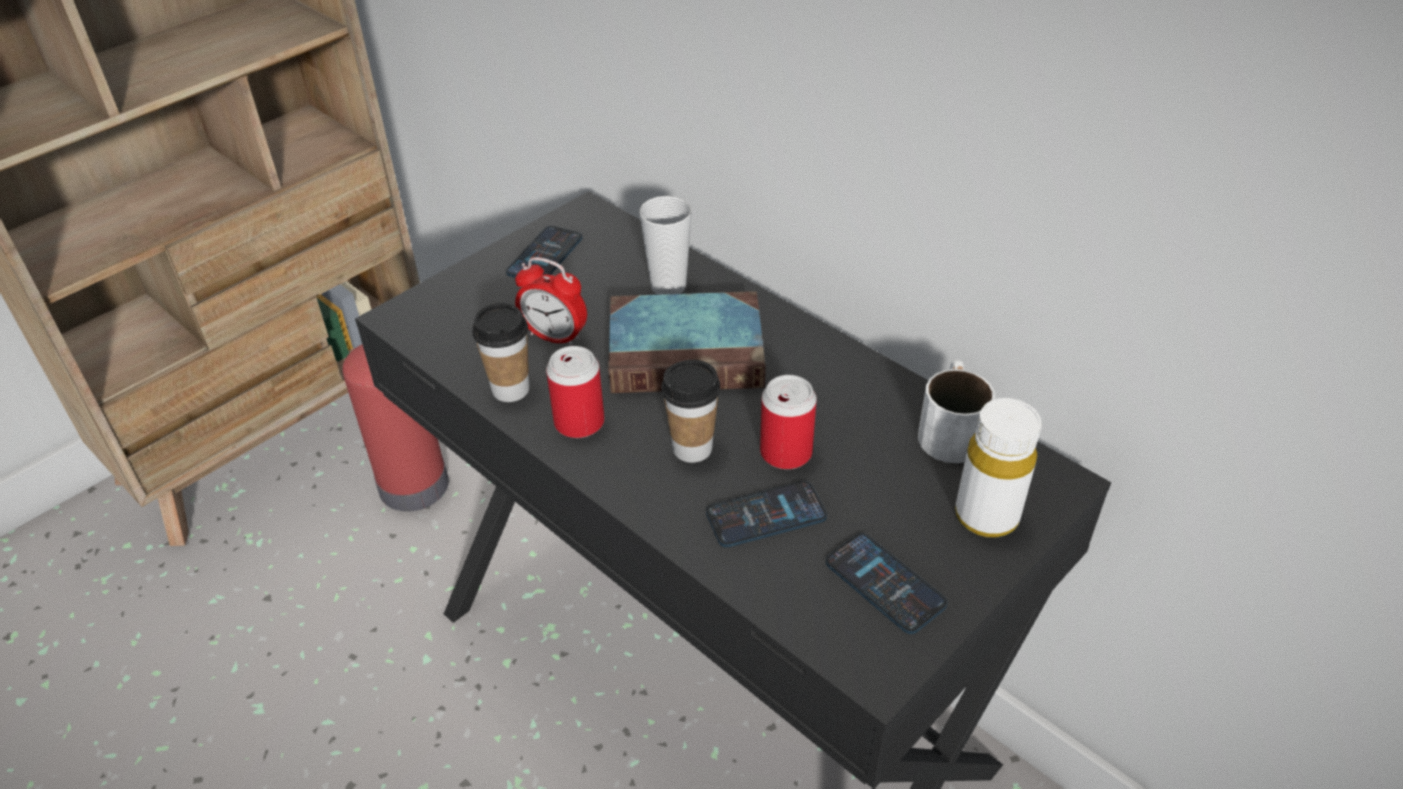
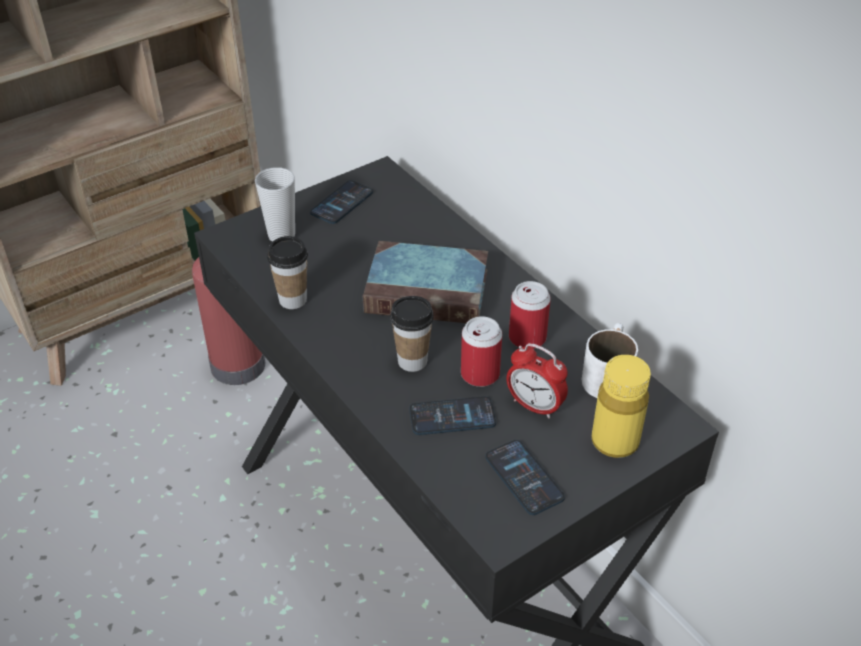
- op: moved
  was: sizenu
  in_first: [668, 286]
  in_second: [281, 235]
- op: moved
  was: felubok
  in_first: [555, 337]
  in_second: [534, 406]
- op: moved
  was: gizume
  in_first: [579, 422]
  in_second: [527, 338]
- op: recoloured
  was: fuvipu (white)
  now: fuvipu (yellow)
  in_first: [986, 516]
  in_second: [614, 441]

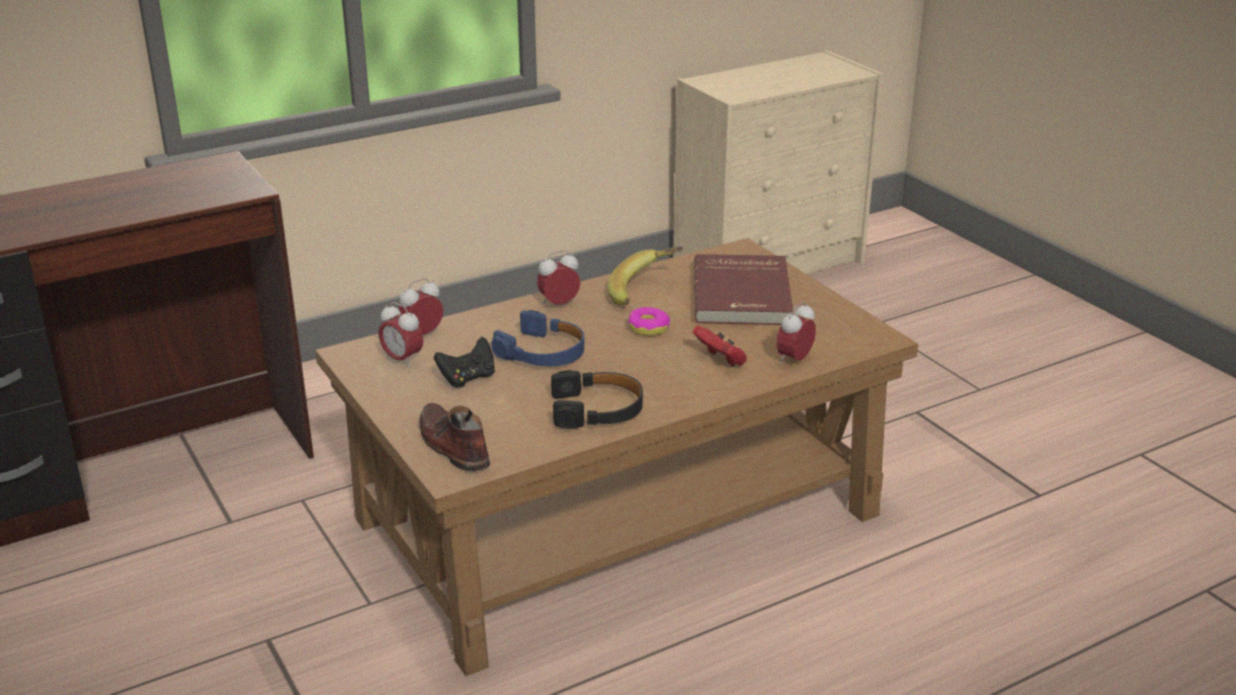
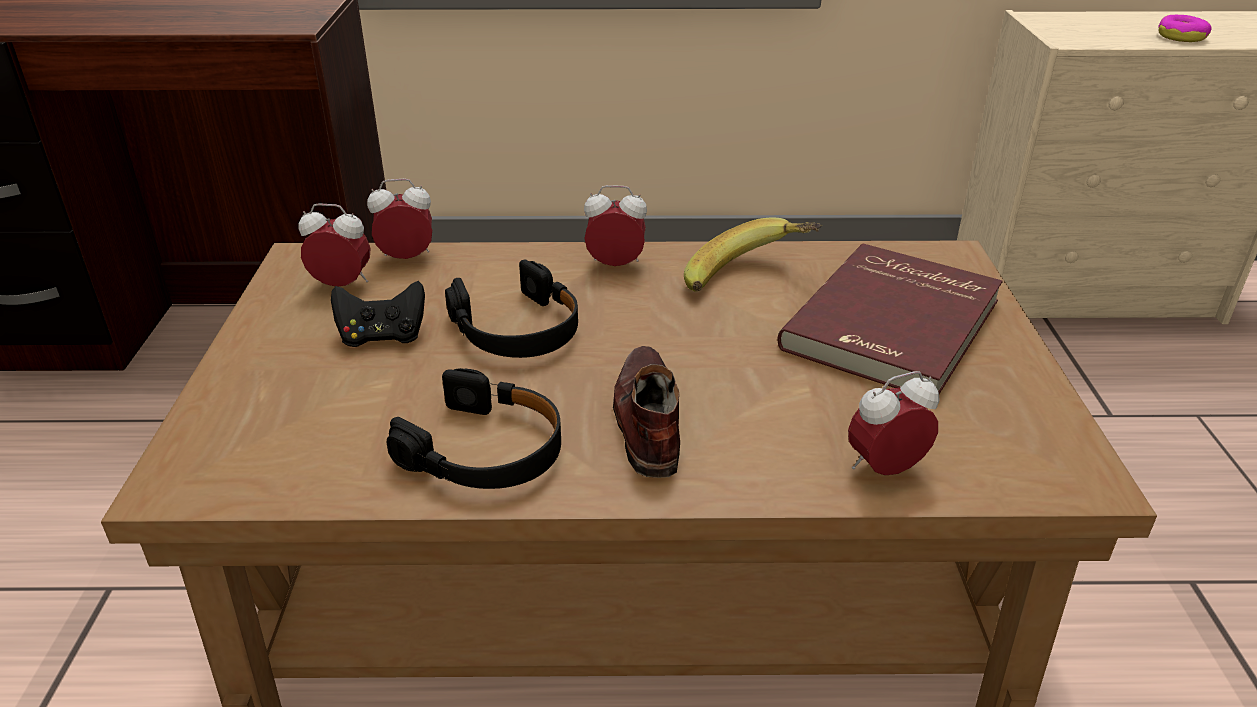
- op: turned
  was: felubok
  in_first: [402, 360]
  in_second: [342, 285]
  clockwise: 120
- op: moved
  was: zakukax
  in_first: [648, 328]
  in_second: [1181, 37]
- op: recoloured
  was: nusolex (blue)
  now: nusolex (black)
  in_first: [543, 352]
  in_second: [518, 329]
- op: removed
  was: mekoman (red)
  in_first: [721, 360]
- op: moved
  was: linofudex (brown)
  in_first: [452, 446]
  in_second: [647, 421]

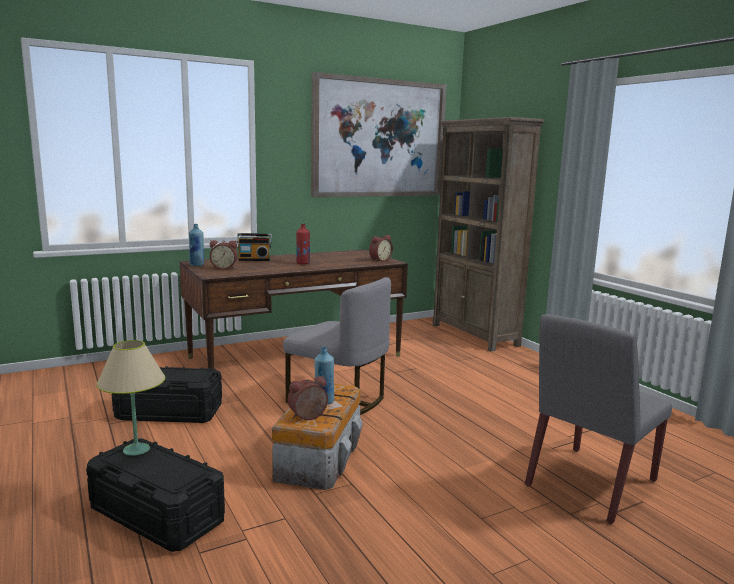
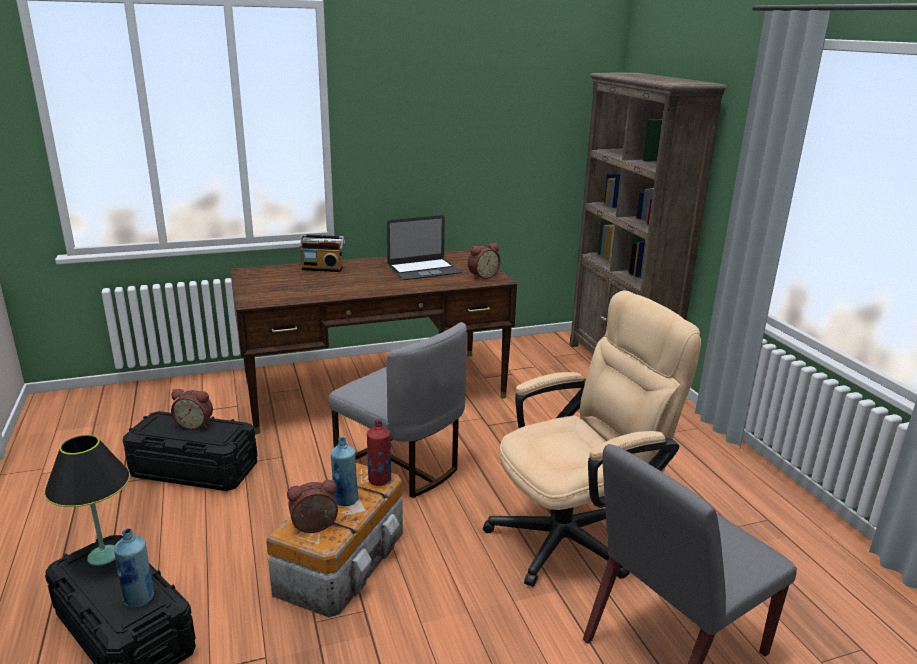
- op: removed
  was: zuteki
  in_first: [379, 138]
- op: moved
  was: fuvipu (blue)
  in_first: [197, 265]
  in_second: [139, 598]
- op: moved
  was: fuvipu (red)
  in_first: [303, 263]
  in_second: [379, 480]
- op: moved
  was: felubok
  in_first: [224, 268]
  in_second: [195, 424]
- op: recoloured
  was: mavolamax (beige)
  now: mavolamax (black)
  in_first: [136, 450]
  in_second: [103, 556]
- op: added
  now: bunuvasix
  in_second: [424, 269]
- op: added
  now: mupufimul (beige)
  in_second: [576, 535]

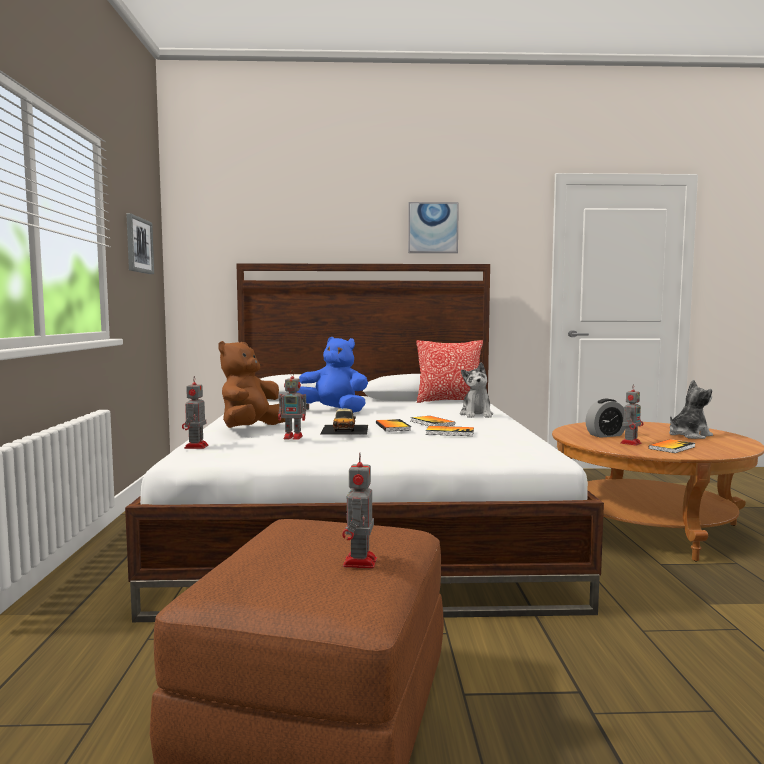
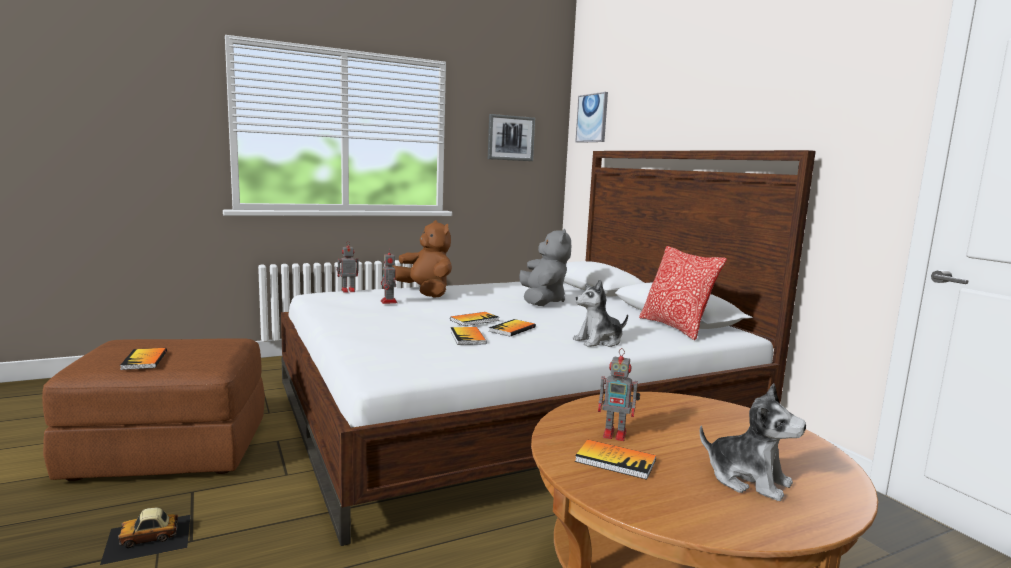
- op: moved
  was: zuteki
  in_first: [433, 228]
  in_second: [592, 118]
- op: recoloured
  was: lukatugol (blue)
  now: lukatugol (grey)
  in_first: [333, 411]
  in_second: [542, 301]
- op: turned
  was: lukatugol (brown)
  in_first: [251, 429]
  in_second: [425, 293]
  clockwise: 45
- op: removed
  was: felubok
  in_first: [605, 435]
- op: moved
  was: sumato
  in_first: [345, 429]
  in_second: [148, 538]
- op: replaced
  was: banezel
  now: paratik
  in_first: [359, 563]
  in_second: [144, 360]

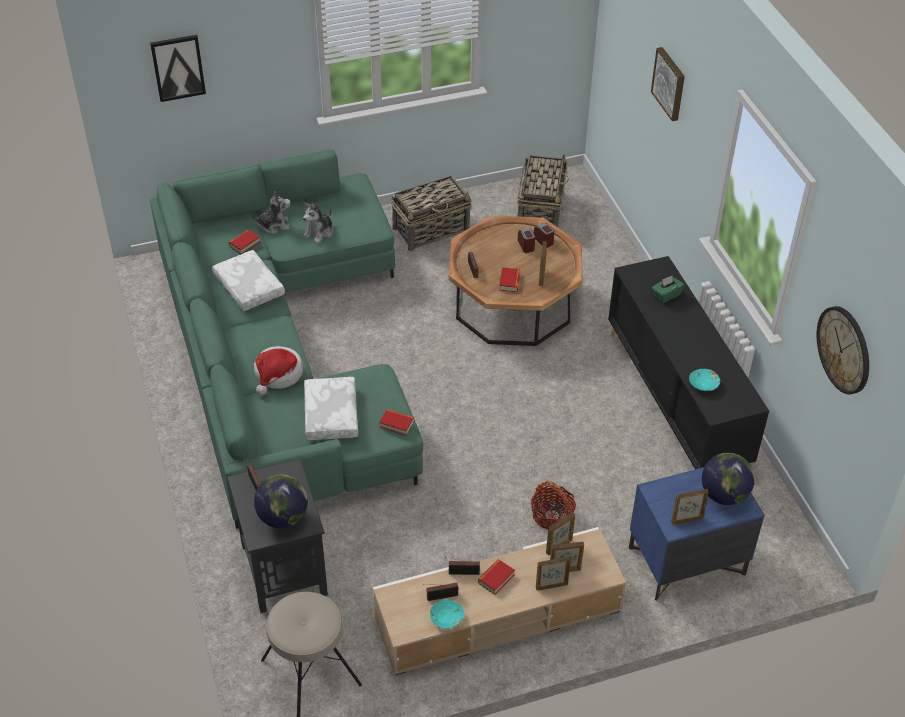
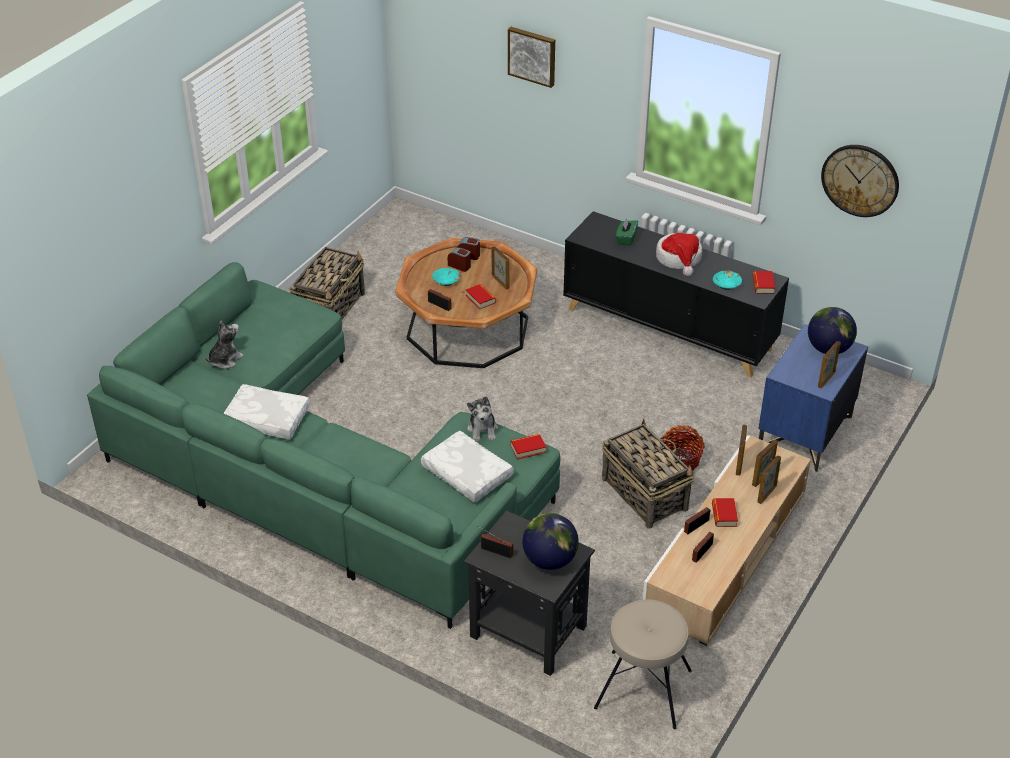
- op: removed
  was: zuteki
  in_first: [178, 67]
- op: moved
  was: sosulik
  in_first: [540, 210]
  in_second: [644, 493]
- op: moved
  was: lukatugol
  in_first: [319, 232]
  in_second: [482, 429]
- op: moved
  was: paratik
  in_first: [244, 244]
  in_second: [763, 285]
- op: moved
  was: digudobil
  in_first: [278, 374]
  in_second: [679, 259]
- op: moved
  was: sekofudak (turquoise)
  in_first: [446, 619]
  in_second: [446, 281]

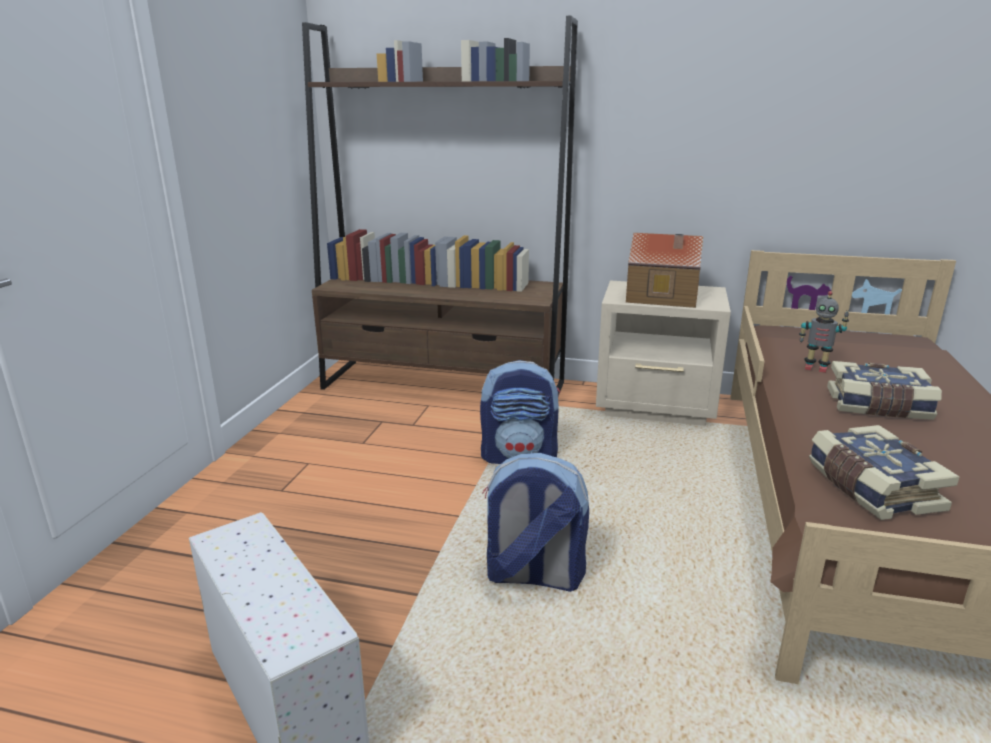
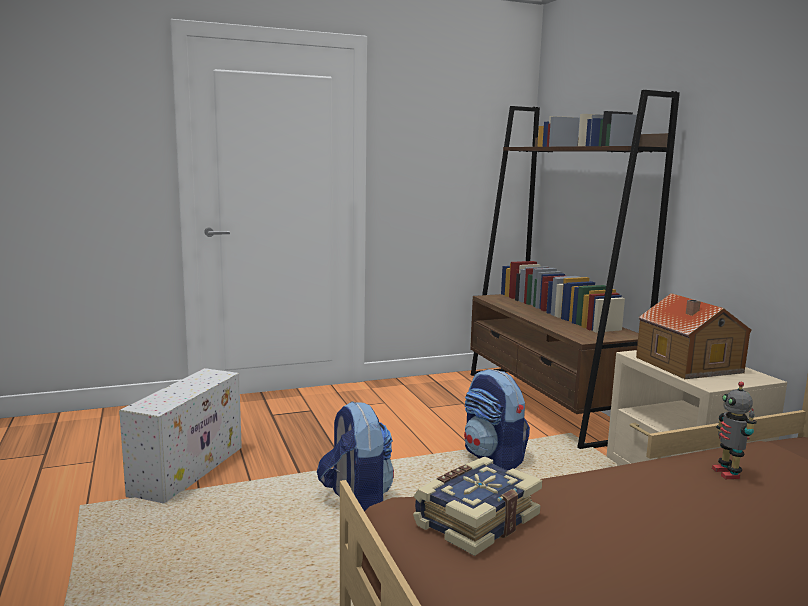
- op: removed
  was: paratik
  in_first: [878, 406]

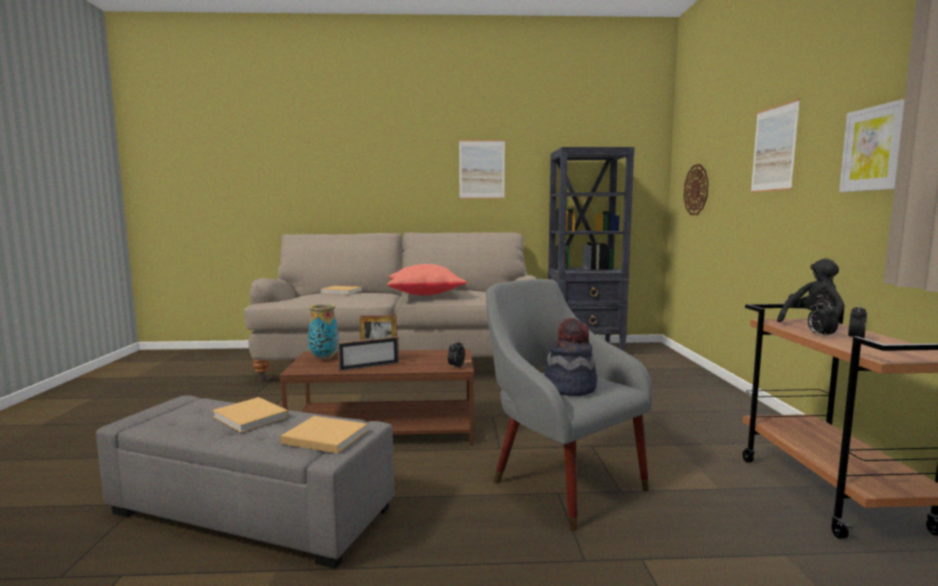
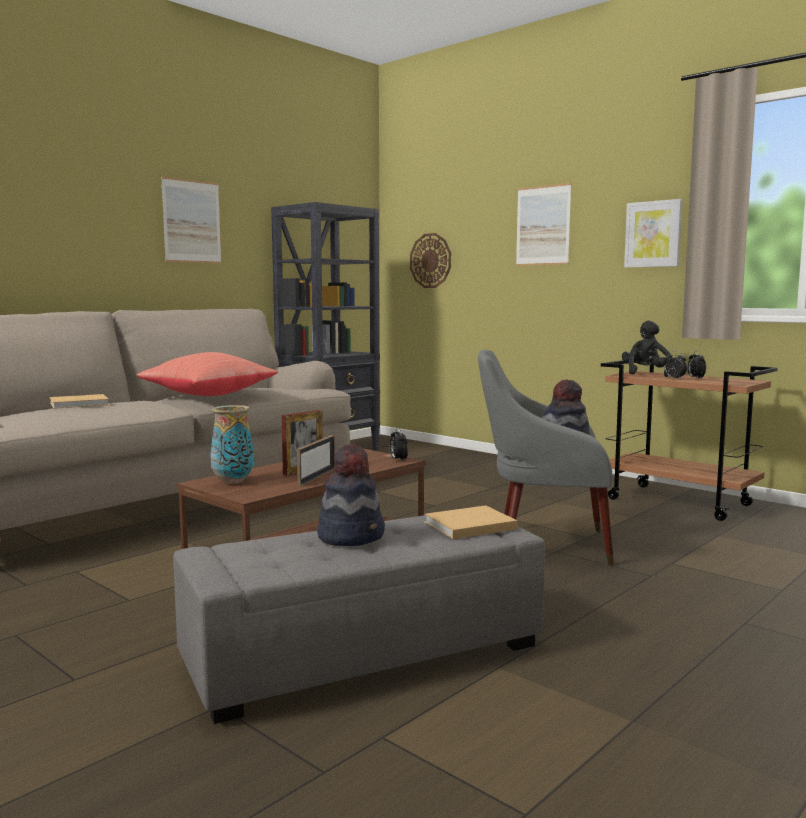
- op: replaced
  was: paratik (beige)
  now: digudobil
  in_first: [251, 417]
  in_second: [351, 536]

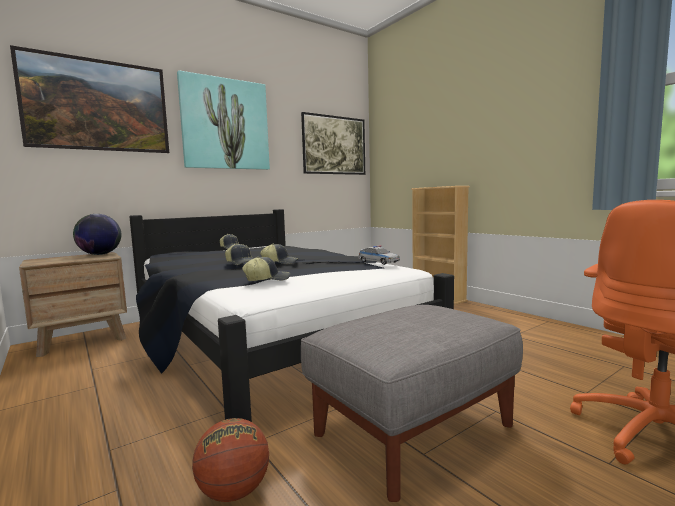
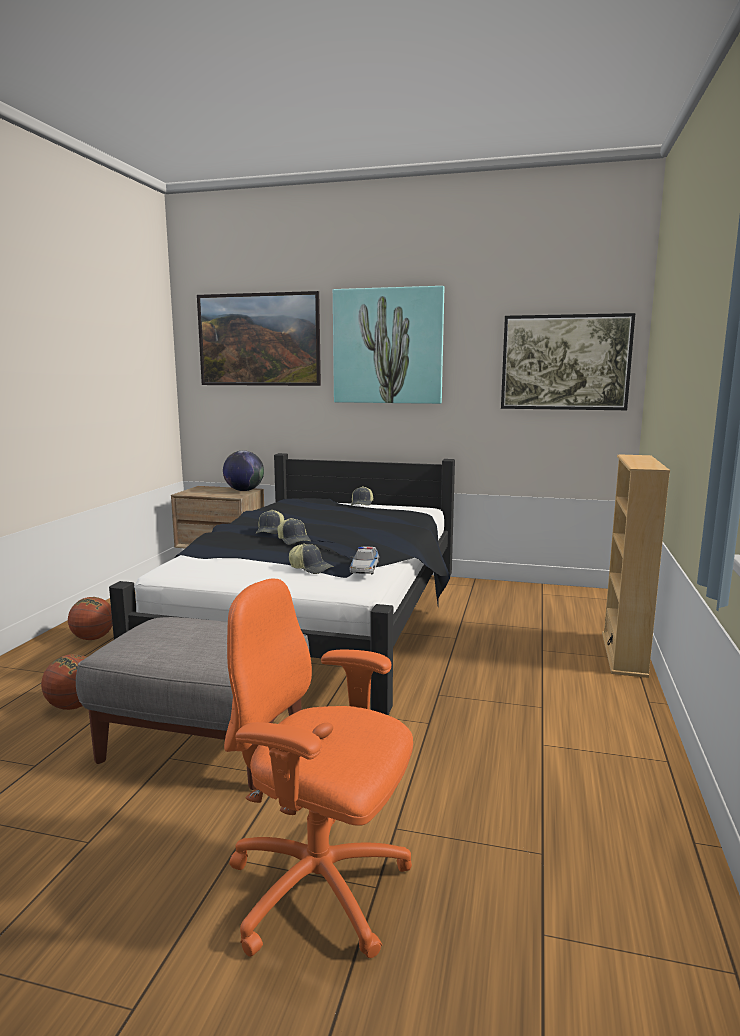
- op: moved
  was: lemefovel
  in_first: [267, 279]
  in_second: [311, 568]
- op: added
  now: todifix
  in_second: [93, 638]

